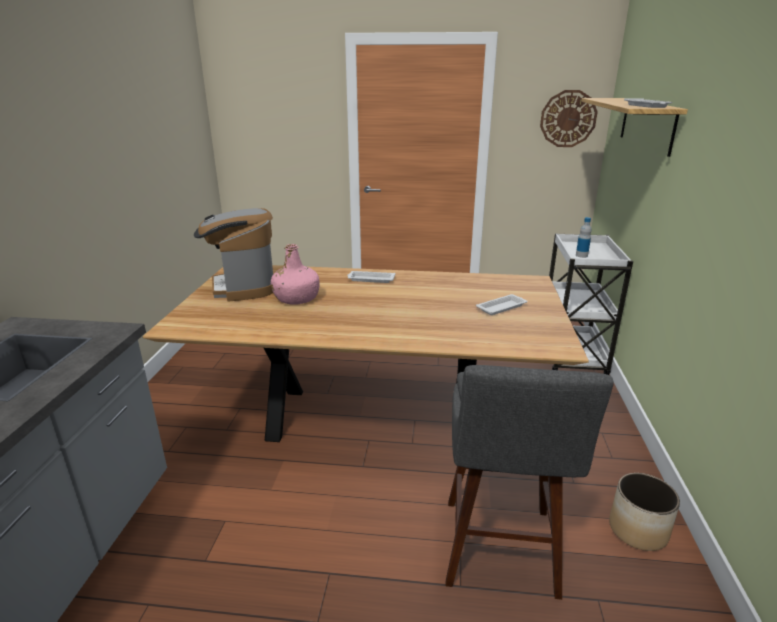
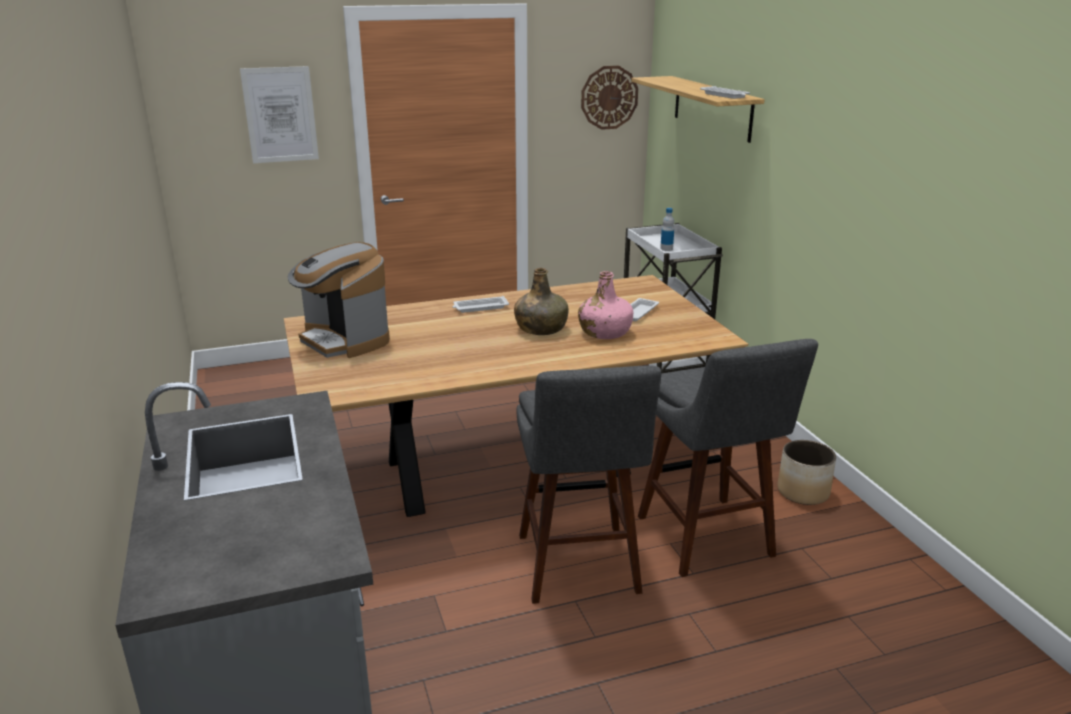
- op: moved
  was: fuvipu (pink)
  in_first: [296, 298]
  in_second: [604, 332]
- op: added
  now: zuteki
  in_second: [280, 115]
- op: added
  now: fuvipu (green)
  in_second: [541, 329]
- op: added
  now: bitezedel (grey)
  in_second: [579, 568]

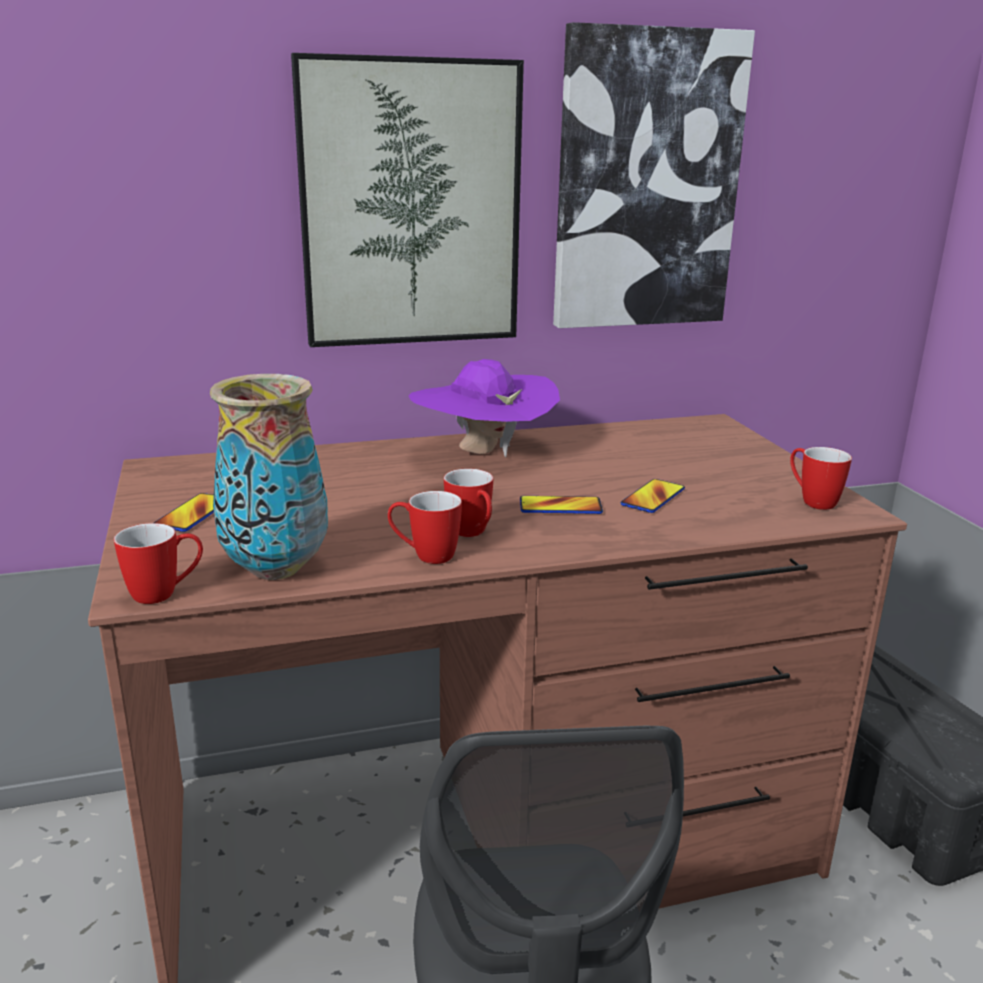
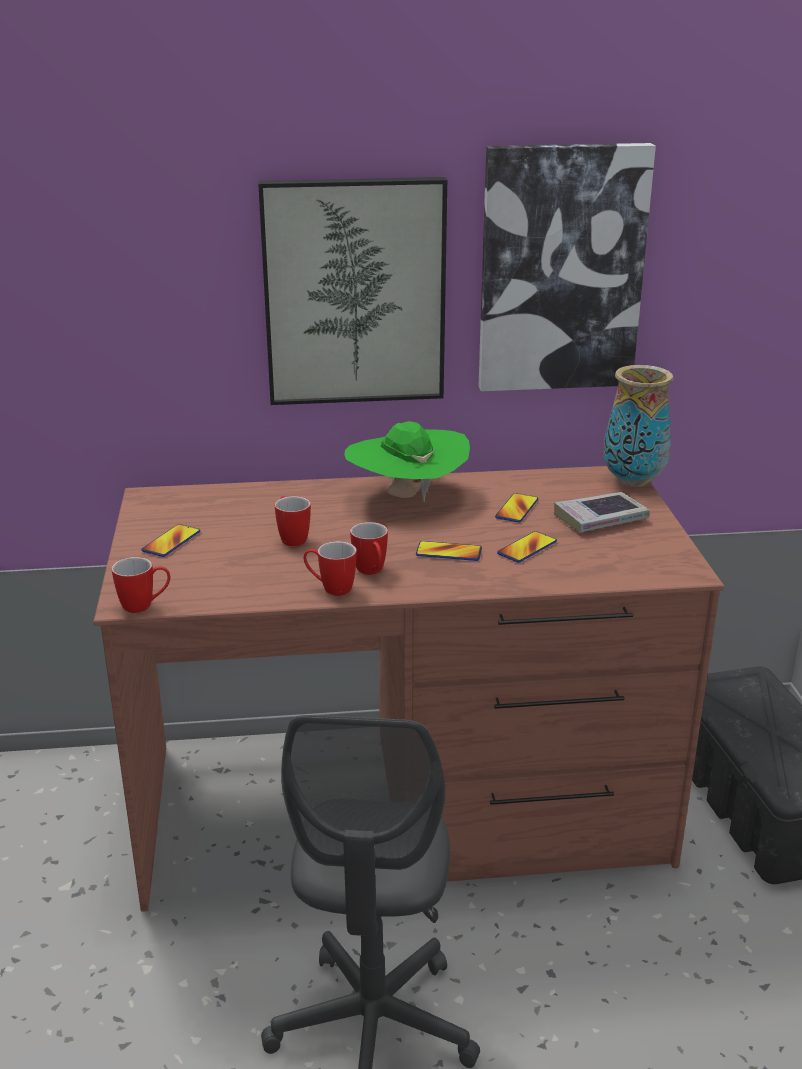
- op: recoloured
  was: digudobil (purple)
  now: digudobil (green)
  in_first: [483, 453]
  in_second: [407, 497]
- op: moved
  was: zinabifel
  in_first: [274, 569]
  in_second: [632, 481]
- op: moved
  was: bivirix
  in_first: [811, 501]
  in_second: [291, 538]
- op: added
  now: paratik
  in_second: [600, 519]
- op: added
  now: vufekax
  in_second: [517, 509]

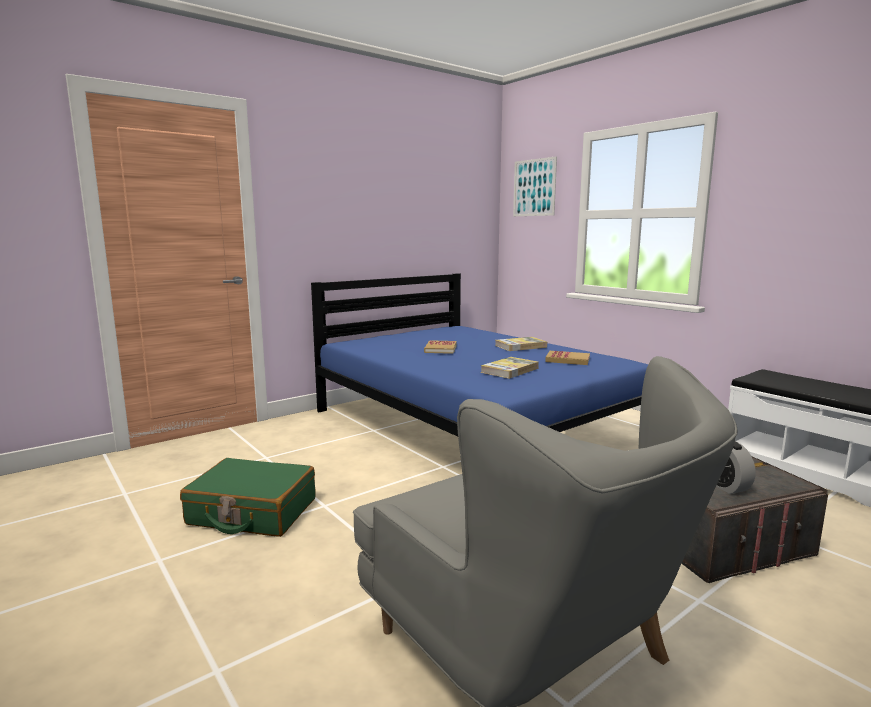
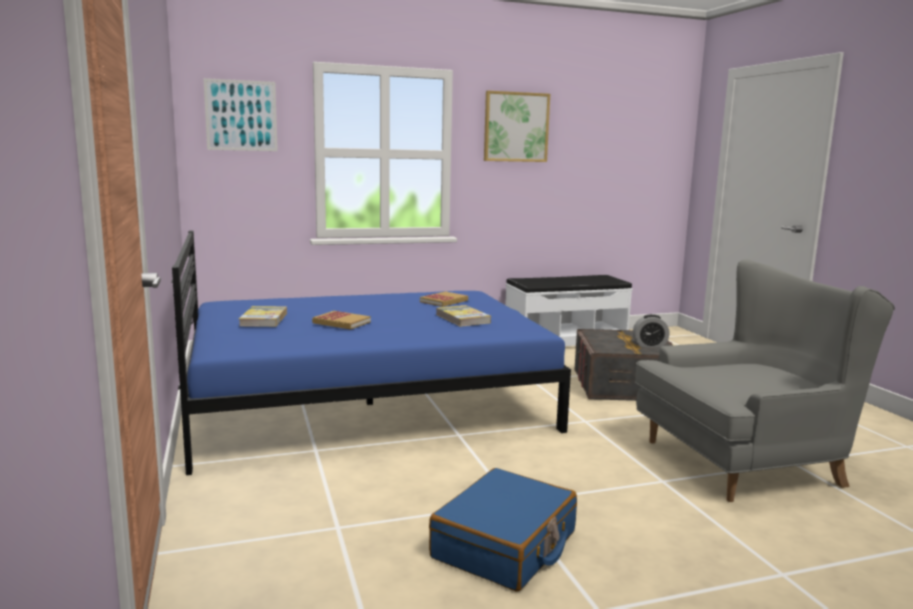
- op: moved
  was: paratik
  in_first: [520, 346]
  in_second: [263, 319]
- op: recoloured
  was: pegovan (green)
  now: pegovan (blue)
  in_first: [252, 512]
  in_second: [505, 545]
- op: added
  now: zuteki
  in_second: [516, 127]

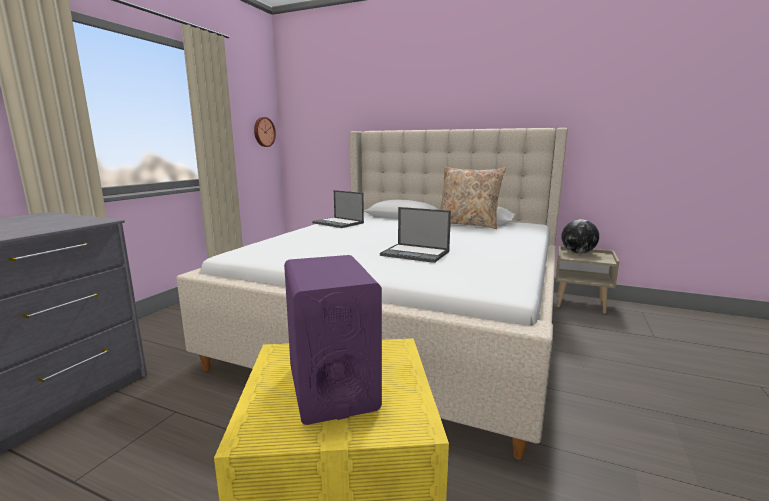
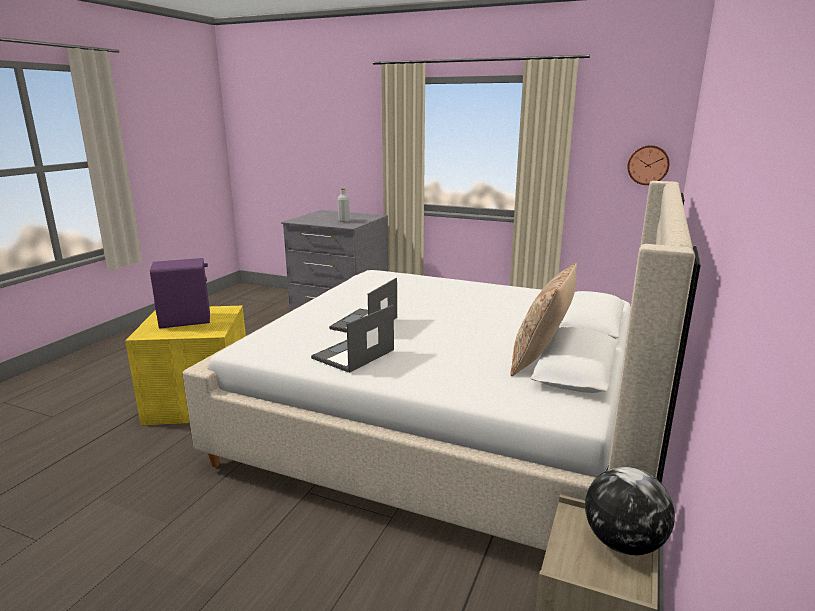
- op: moved
  was: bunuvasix
  in_first: [338, 223]
  in_second: [353, 355]
- op: added
  now: fuvipu (grey)
  in_second: [344, 221]

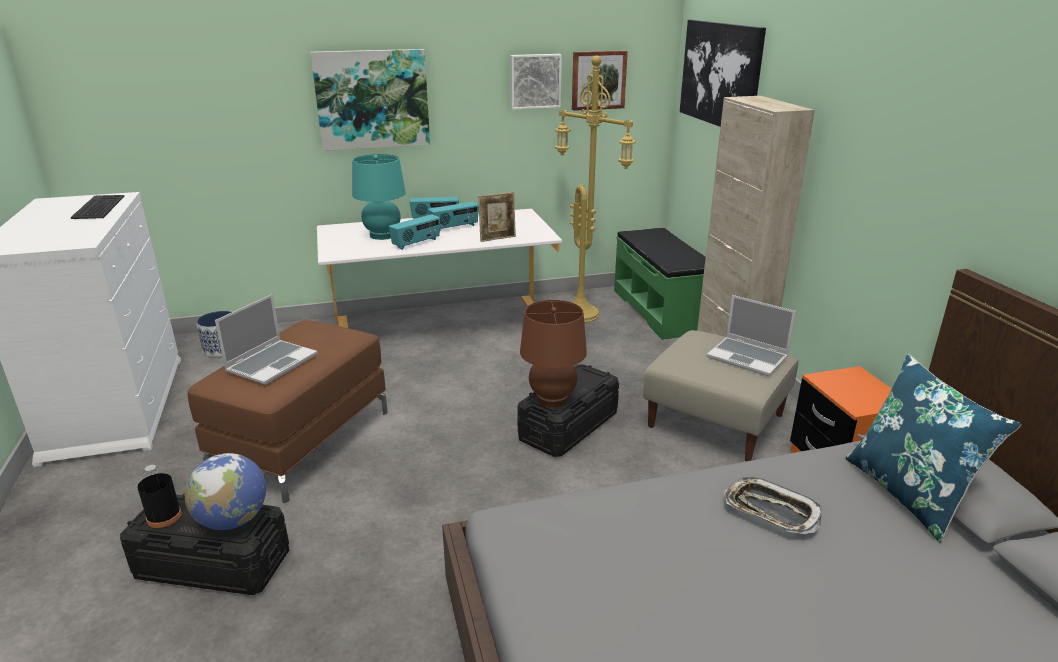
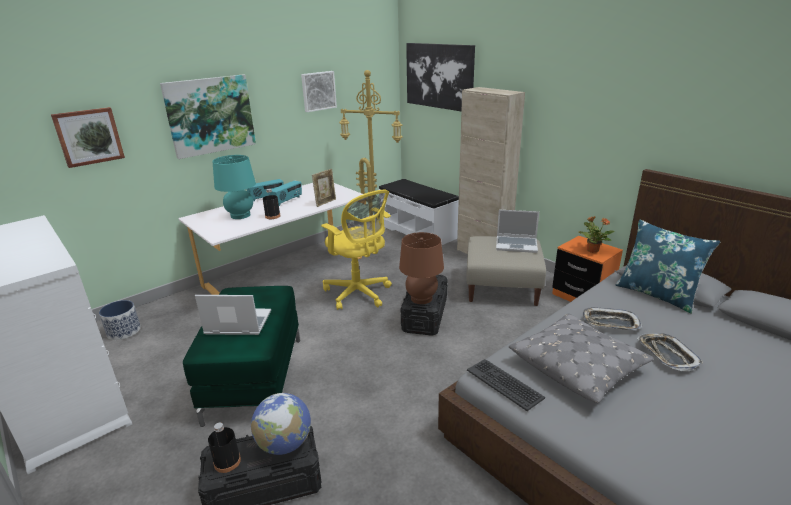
- op: moved
  was: zuteki
  in_first: [598, 80]
  in_second: [89, 136]
- op: moved
  was: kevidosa
  in_first: [100, 207]
  in_second: [504, 384]
- op: replaced
  was: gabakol
  now: fuvipu (black)
  in_first: [416, 243]
  in_second: [272, 216]
- op: recoloured
  was: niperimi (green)
  now: niperimi (white)
  in_first: [661, 310]
  in_second: [418, 231]
- op: turned
  was: bunuvasix
  in_first: [272, 363]
  in_second: [237, 324]
  clockwise: -90
- op: recoloured
  was: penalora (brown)
  now: penalora (green)
  in_first: [303, 441]
  in_second: [255, 378]
- op: added
  now: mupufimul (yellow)
  in_second: [359, 294]
- op: added
  now: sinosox
  in_second: [592, 250]
- op: added
  now: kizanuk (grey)
  in_second: [577, 365]
- op: added
  now: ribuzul
  in_second: [667, 354]

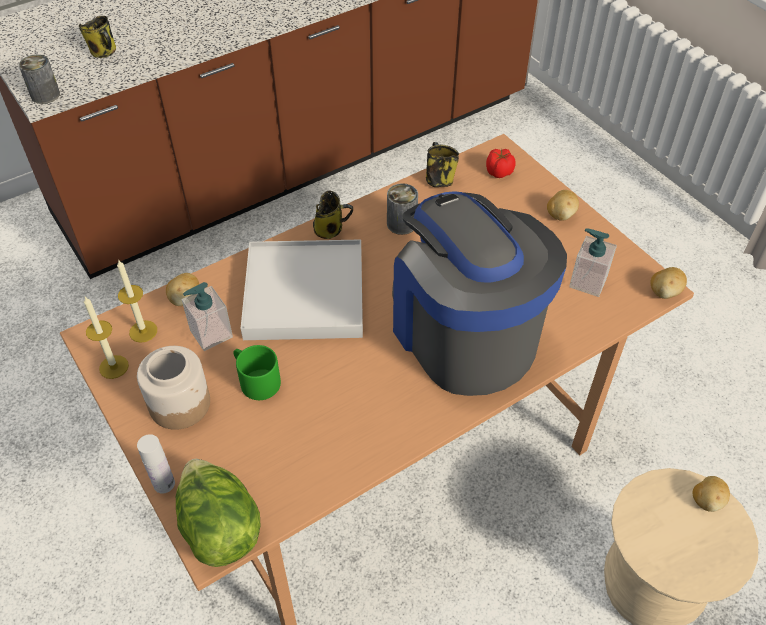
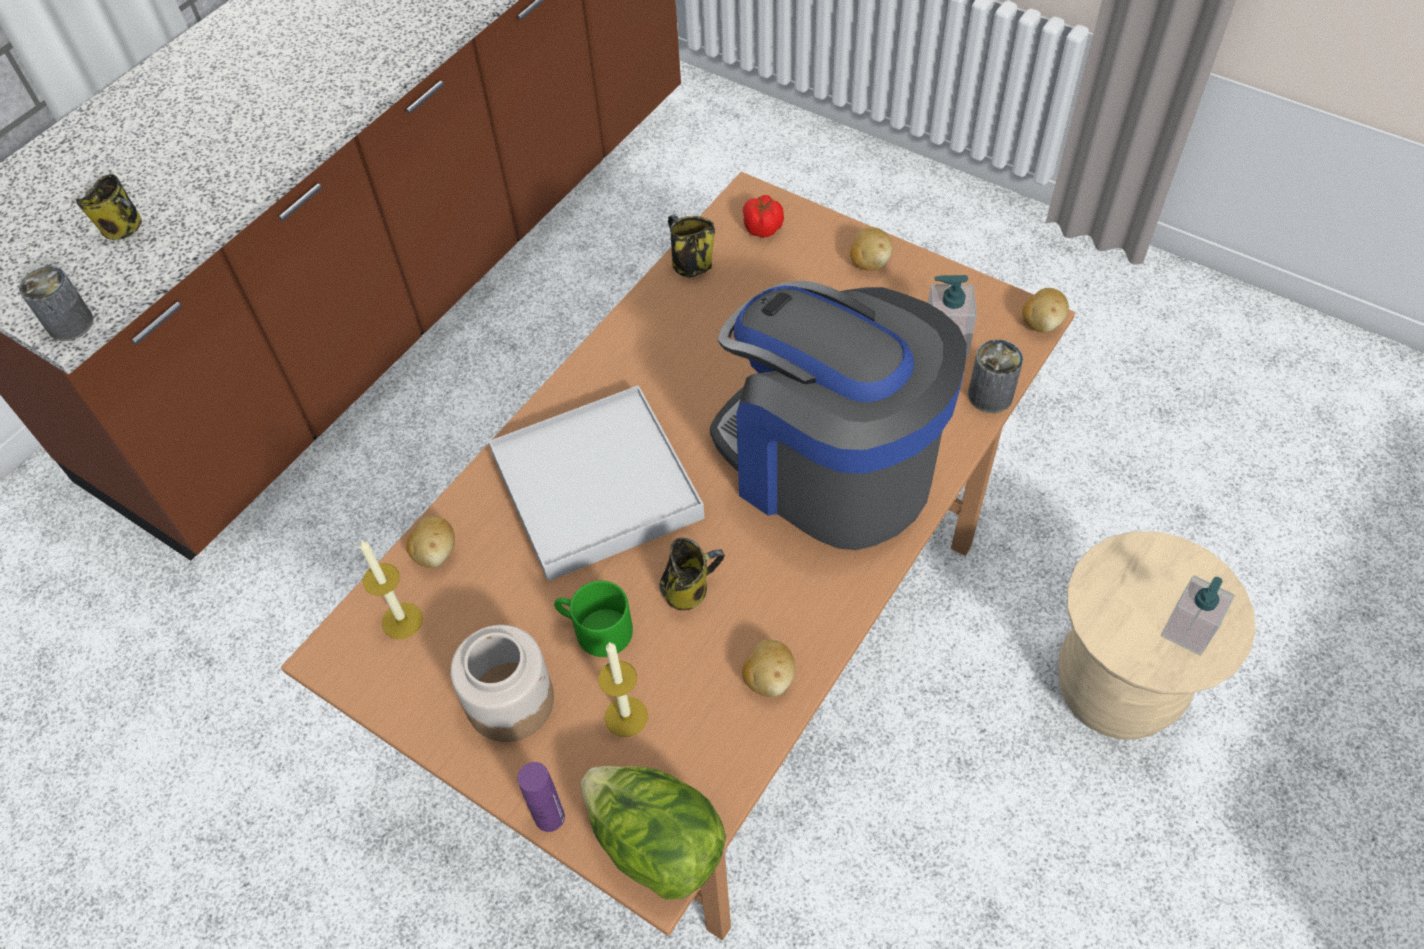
- op: moved
  was: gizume
  in_first: [401, 224]
  in_second: [990, 395]
- op: moved
  was: bivirix
  in_first: [330, 229]
  in_second: [688, 589]
- op: moved
  was: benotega
  in_first: [211, 334]
  in_second: [1187, 630]
- op: moved
  was: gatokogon
  in_first: [114, 367]
  in_second: [626, 716]
- op: recoloured
  was: fuvipu (white)
  now: fuvipu (purple)
  in_first: [164, 483]
  in_second: [549, 817]
- op: moved
  was: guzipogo
  in_first: [706, 500]
  in_second: [768, 678]

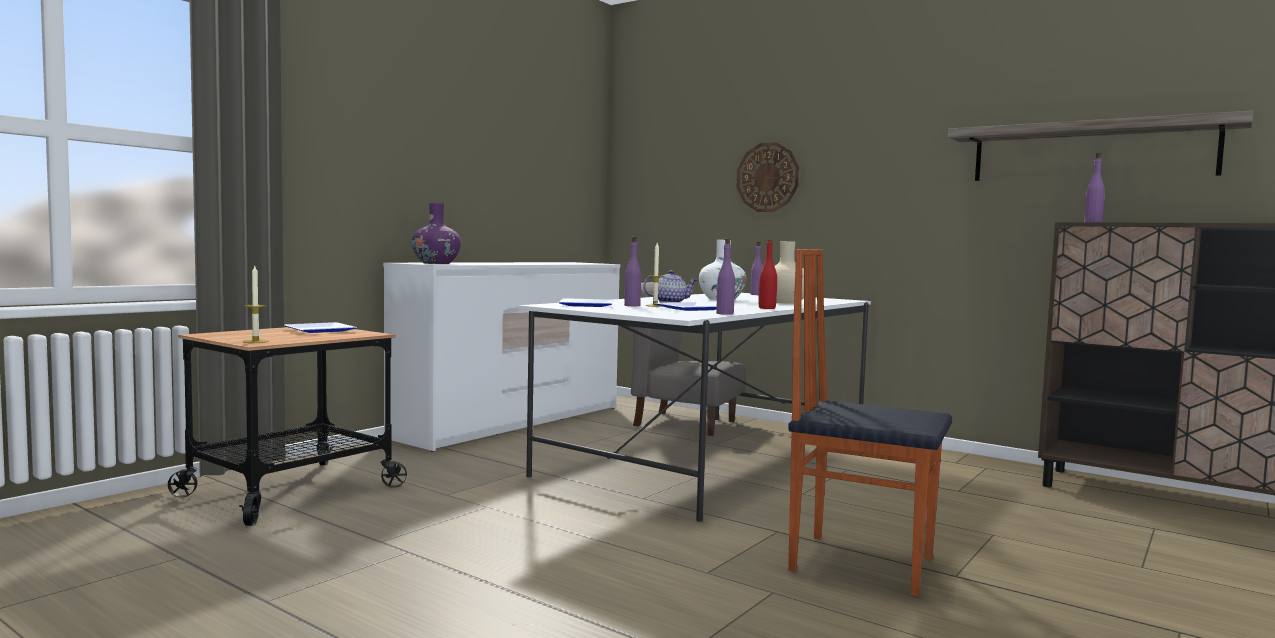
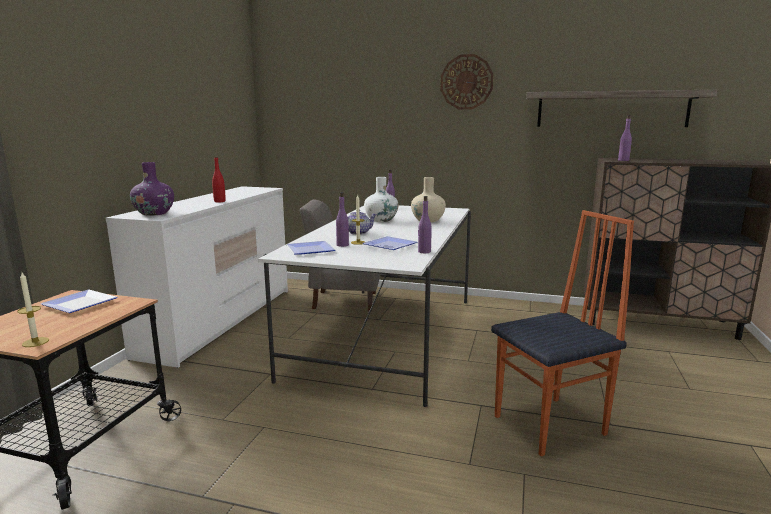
- op: moved
  was: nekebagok
  in_first: [767, 177]
  in_second: [466, 82]
- op: moved
  was: fuvipu (red)
  in_first: [767, 308]
  in_second: [219, 201]
- op: turned
  was: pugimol
  in_first: [860, 563]
  in_second: [551, 426]
  clockwise: 150

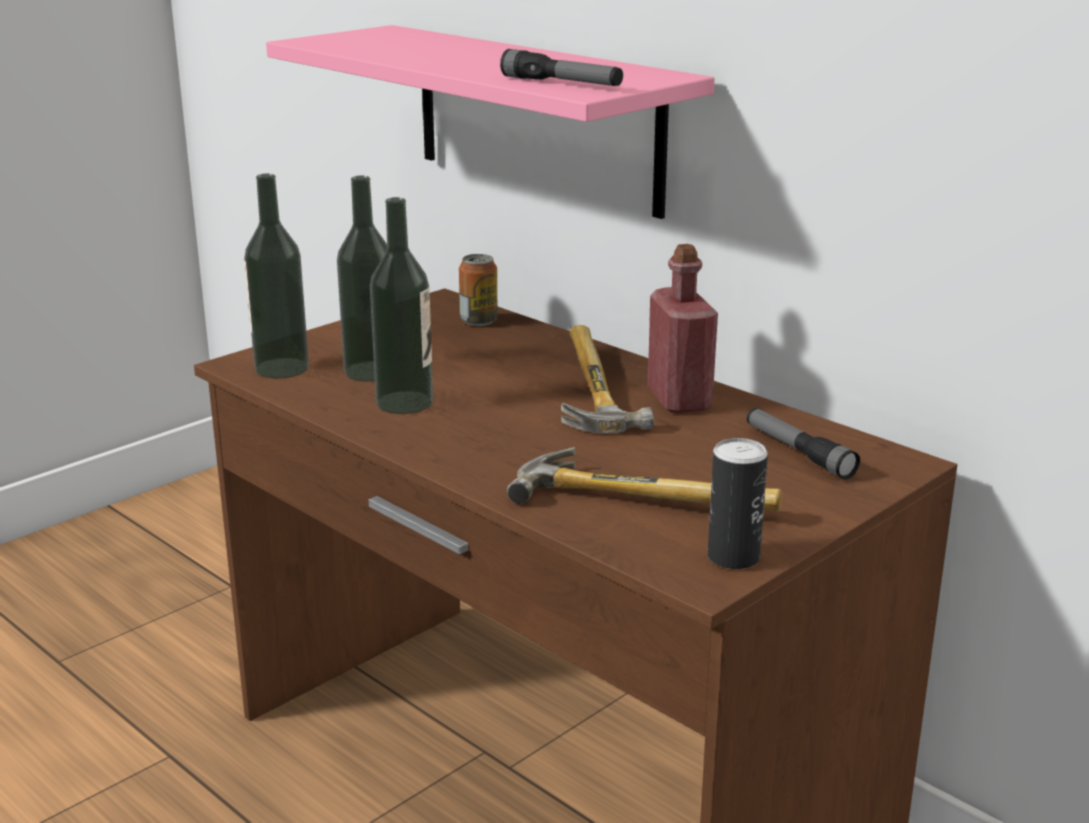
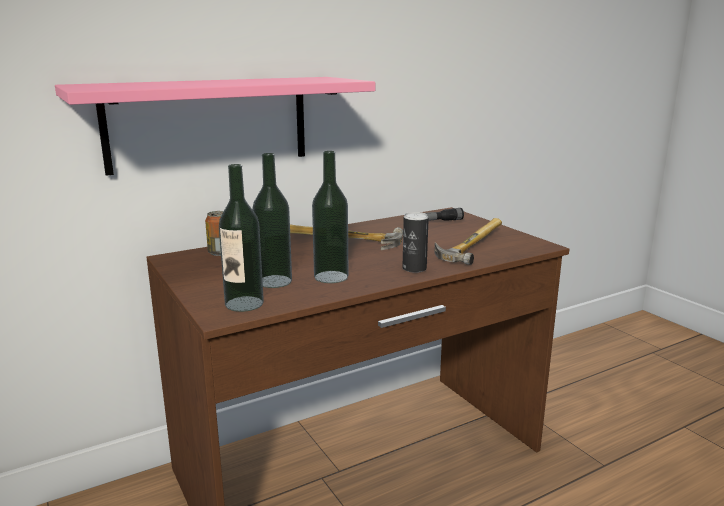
- op: removed
  was: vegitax
  in_first: [561, 83]
- op: removed
  was: fuvipu (red)
  in_first: [679, 399]
- op: moved
  was: gizume
  in_first: [733, 557]
  in_second: [414, 268]

